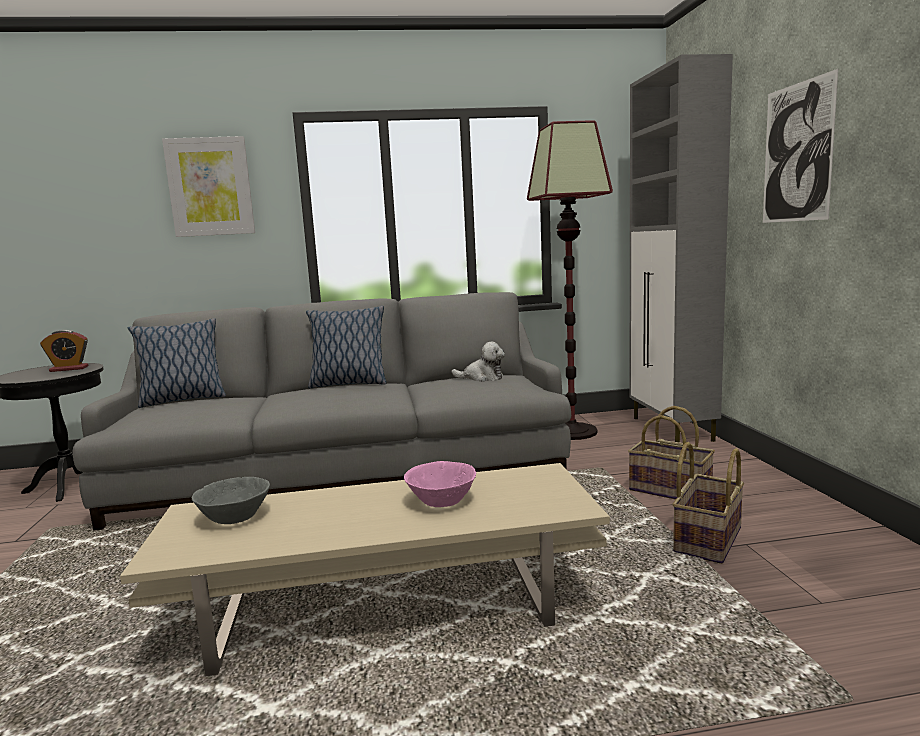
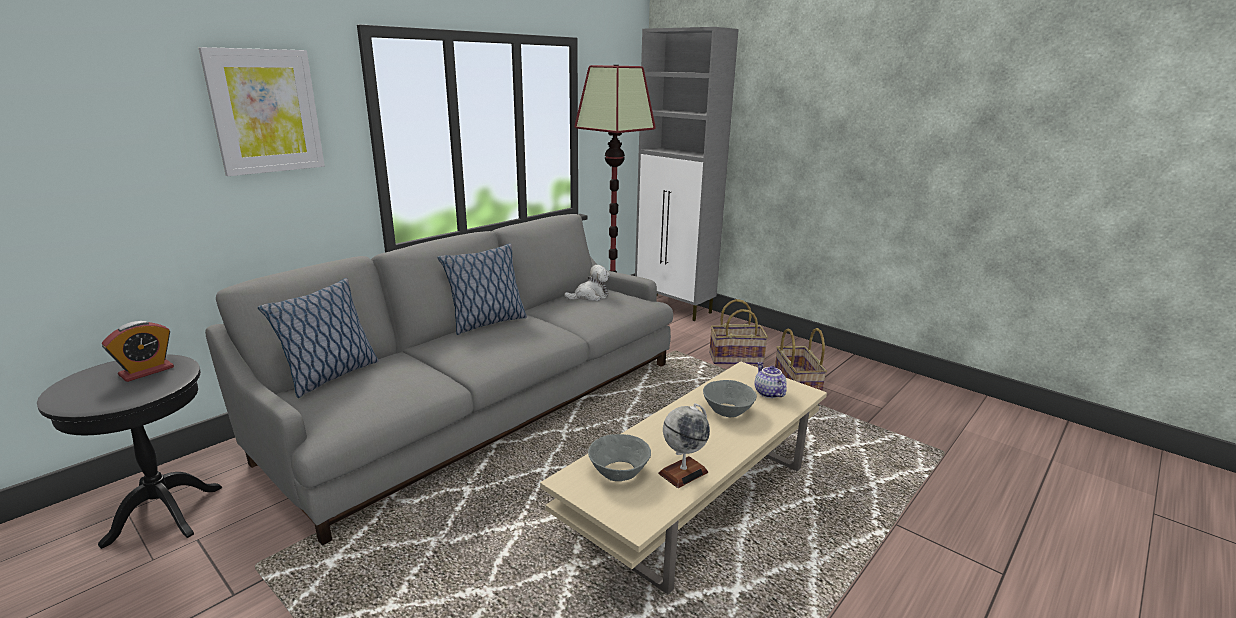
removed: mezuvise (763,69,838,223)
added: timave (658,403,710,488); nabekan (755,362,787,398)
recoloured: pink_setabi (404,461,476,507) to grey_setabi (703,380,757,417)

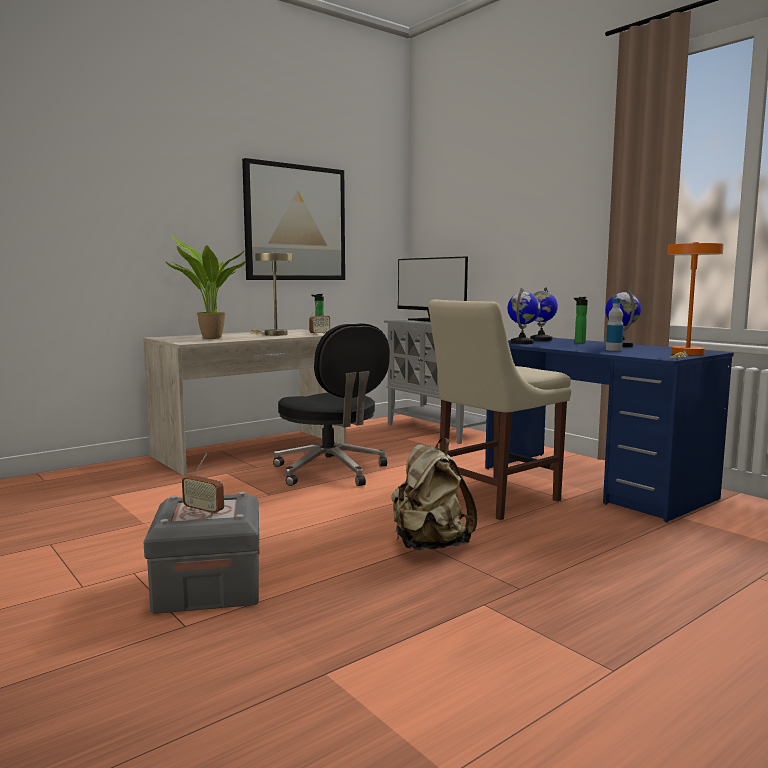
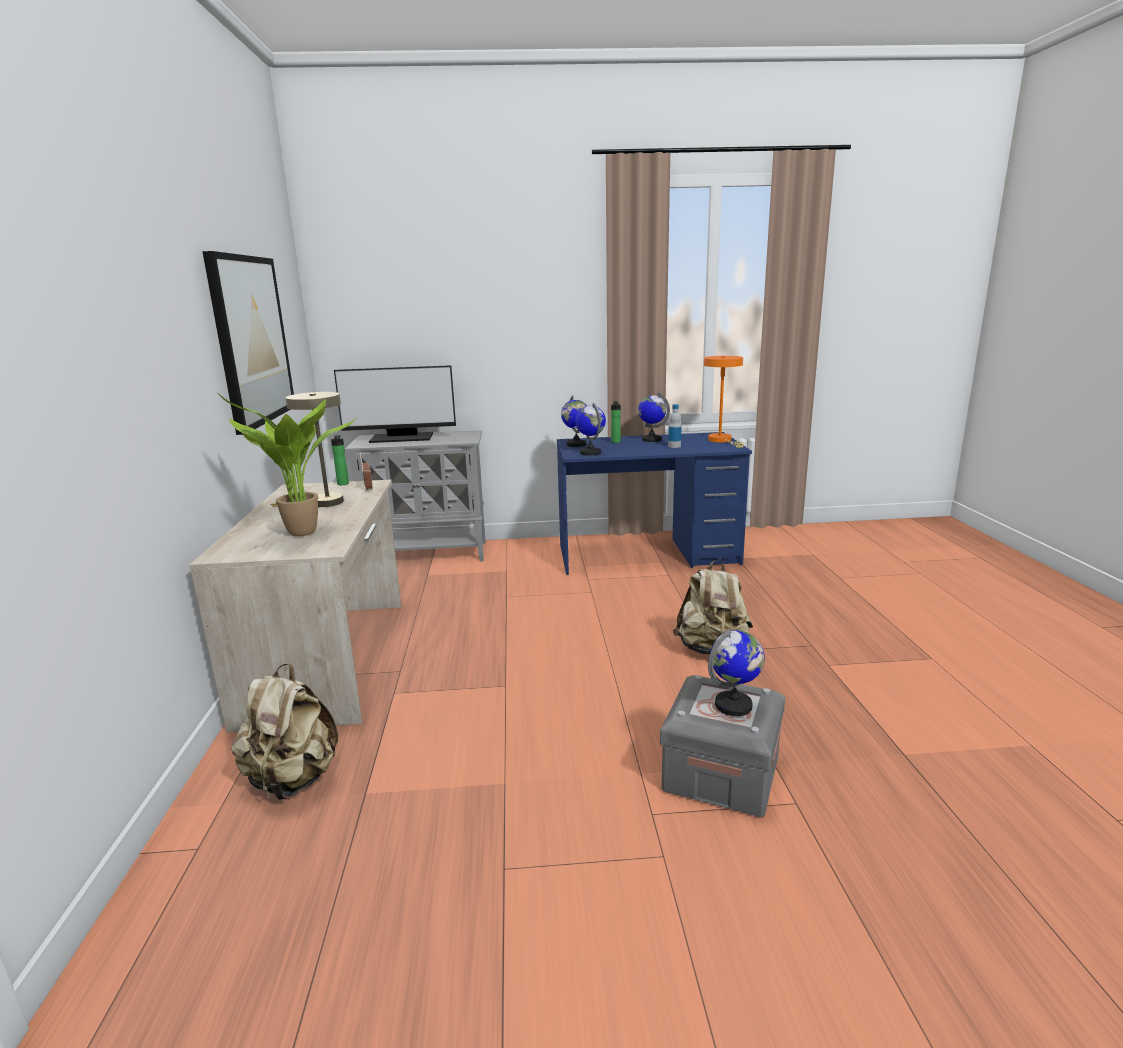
removed: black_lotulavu (273,323,390,486); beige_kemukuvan (428,300,571,520)
added: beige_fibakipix (231,663,338,800)
replaced: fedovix (182,453,224,516) to timave (708,629,765,716)

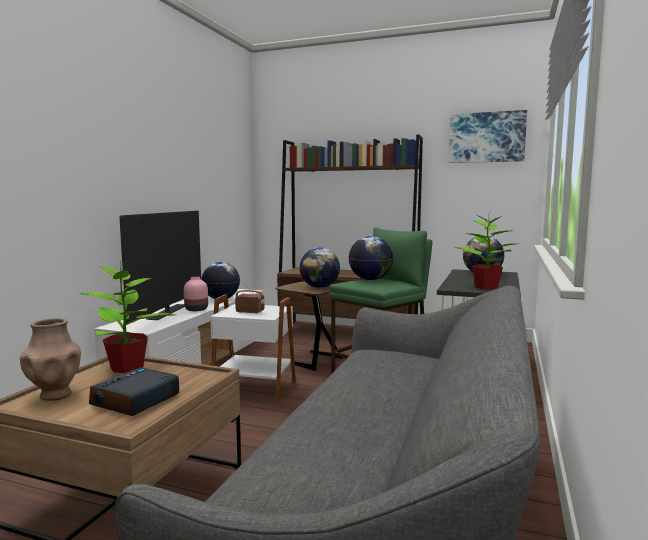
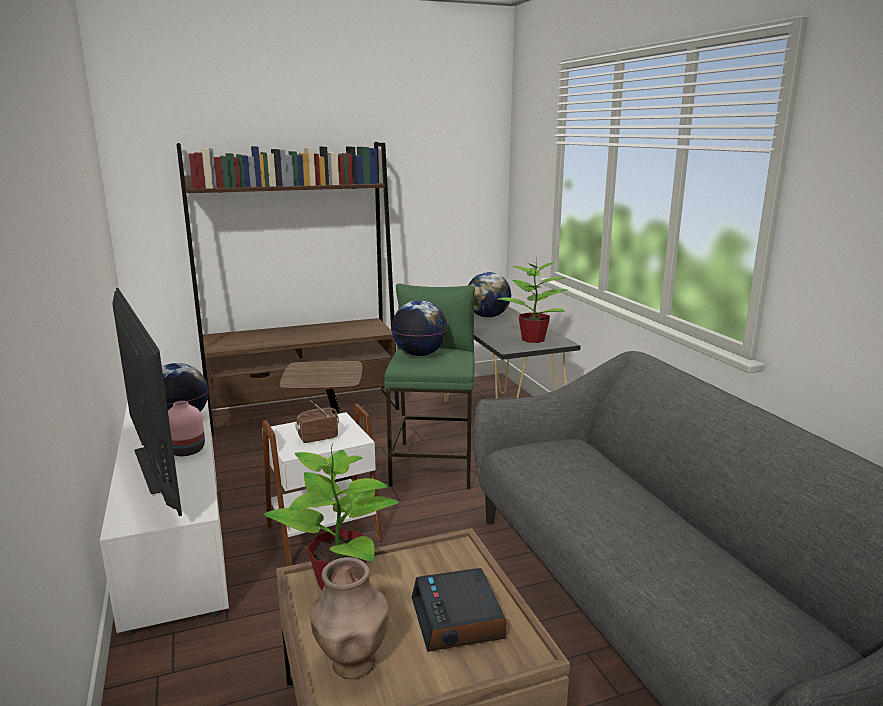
removed: timave (299,248,340,288); mezuvise (449,110,527,163)

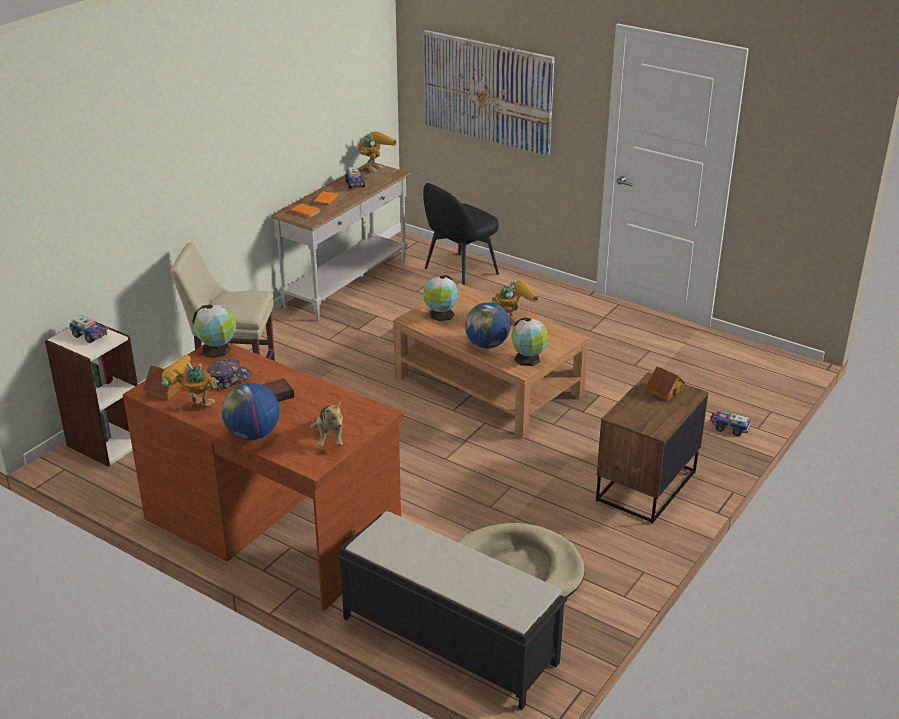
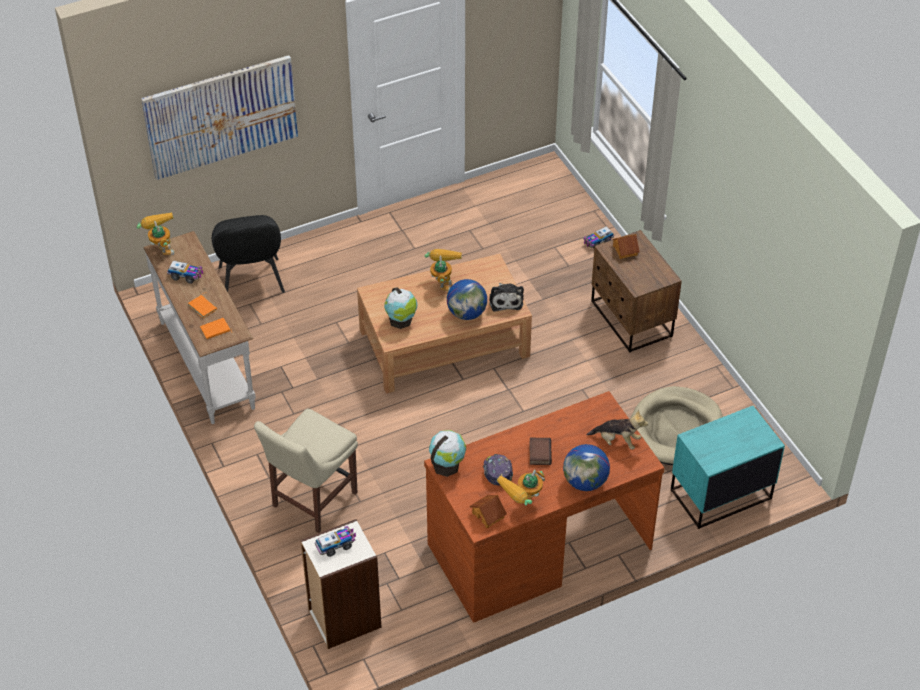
replaced: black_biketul (337,511,567,710) to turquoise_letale (671,406,785,529); timave (511,317,549,366) to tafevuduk (489,283,524,311)

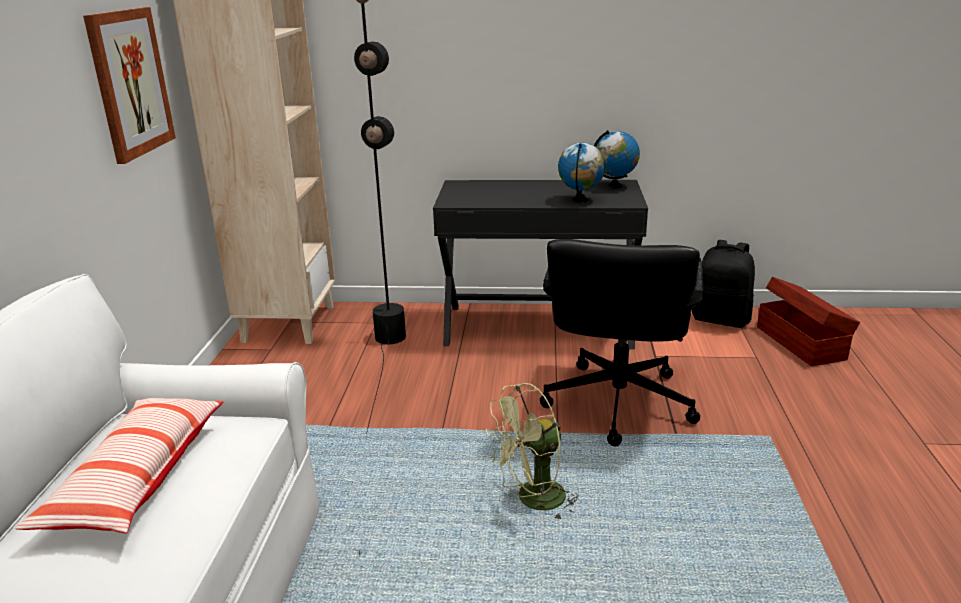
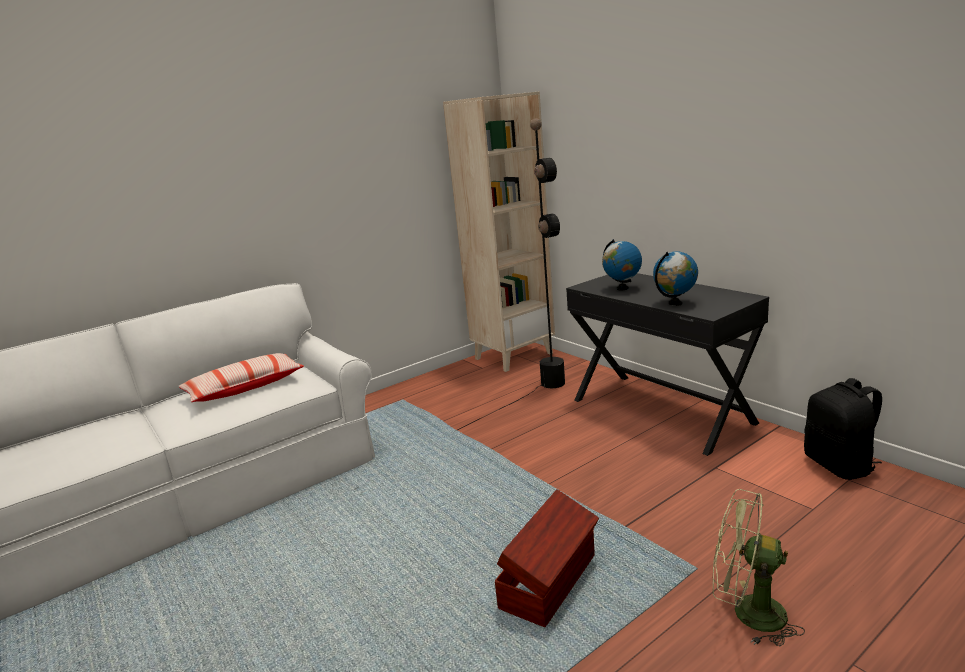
removed: mezuvise (83,7,176,164); black_lotulavu (540,239,703,446)
moved: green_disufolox (486,383,578,521) to (713,489,805,646); timave (594,130,640,188) to (602,239,642,290); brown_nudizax (757,277,860,366) to (495,490,599,627)

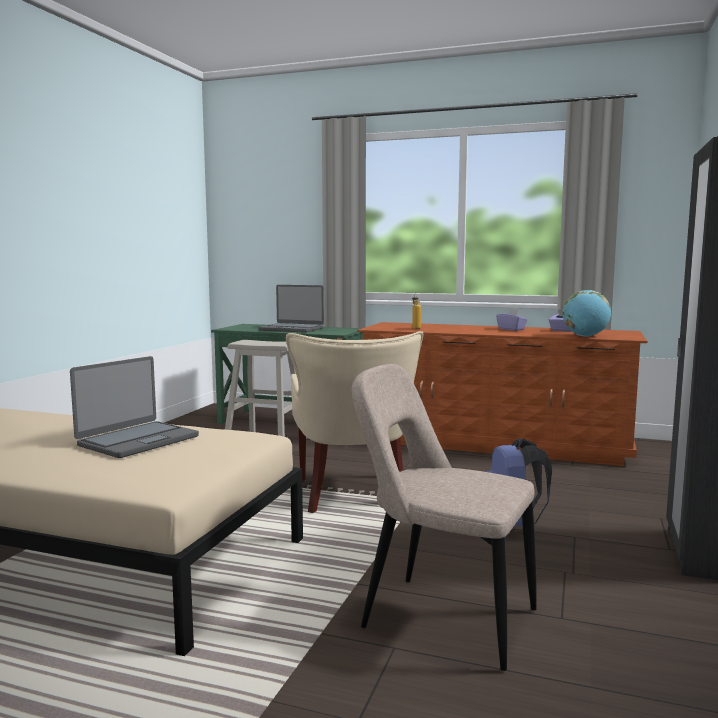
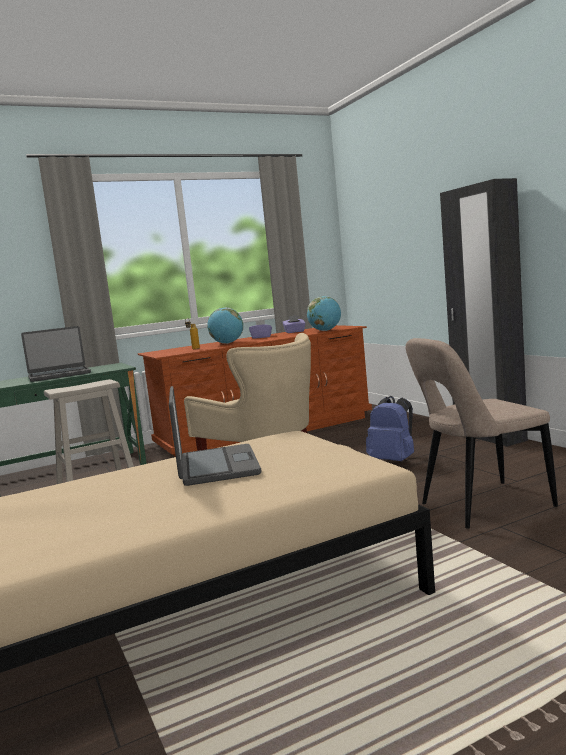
added: timave (207,307,243,344)

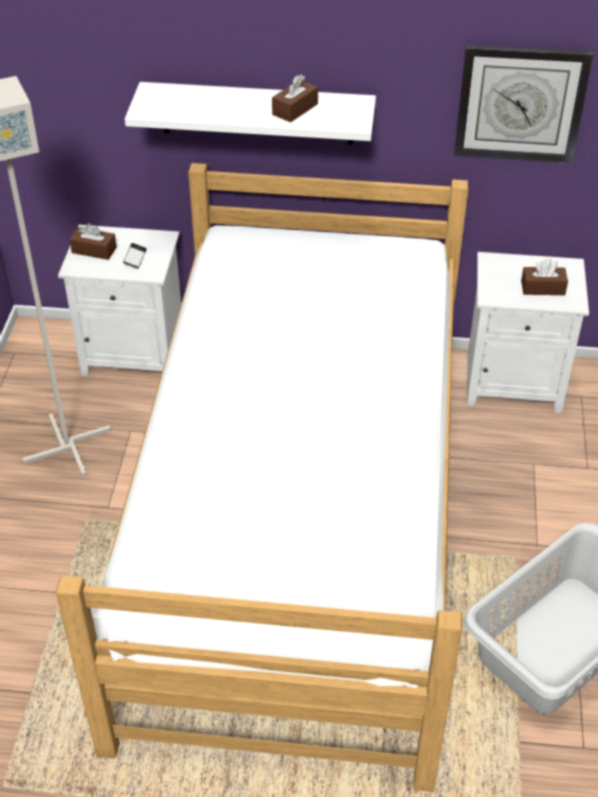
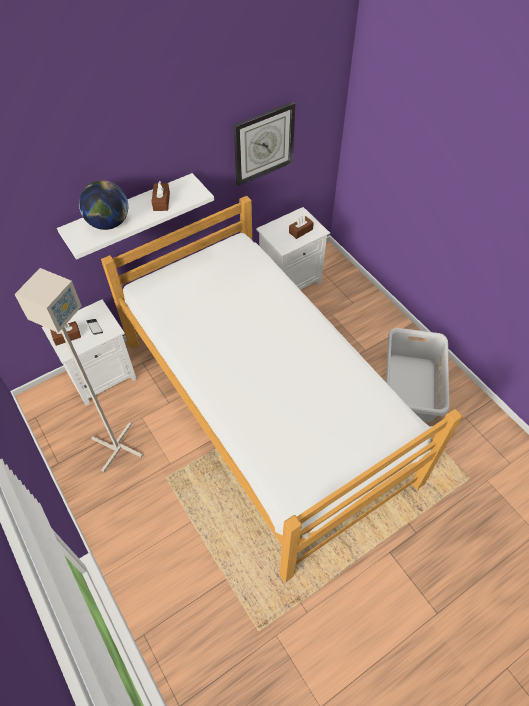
added: timave (79,180,128,230)

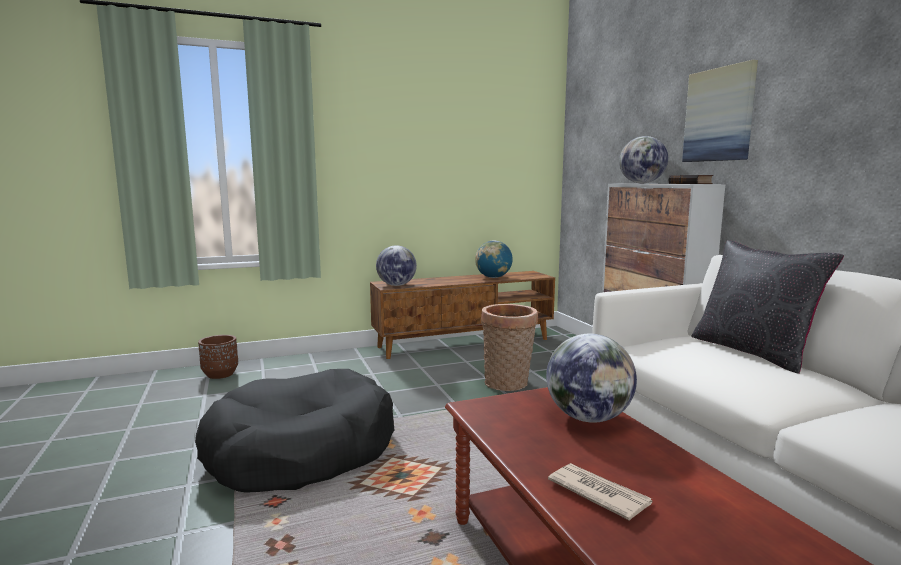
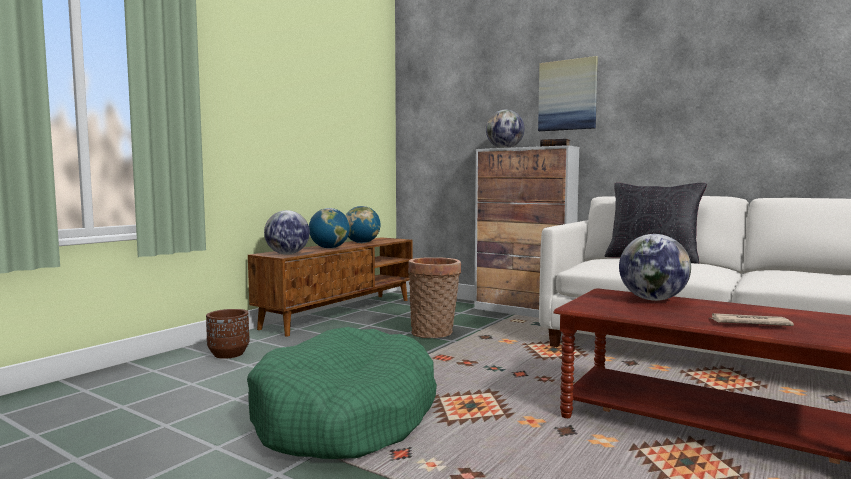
added: timave (309,208,350,249)
moved: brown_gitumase (198,335,238,379) to (206,309,249,359)
recoloured: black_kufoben (195,369,394,493) to green_kufoben (247,327,437,459)

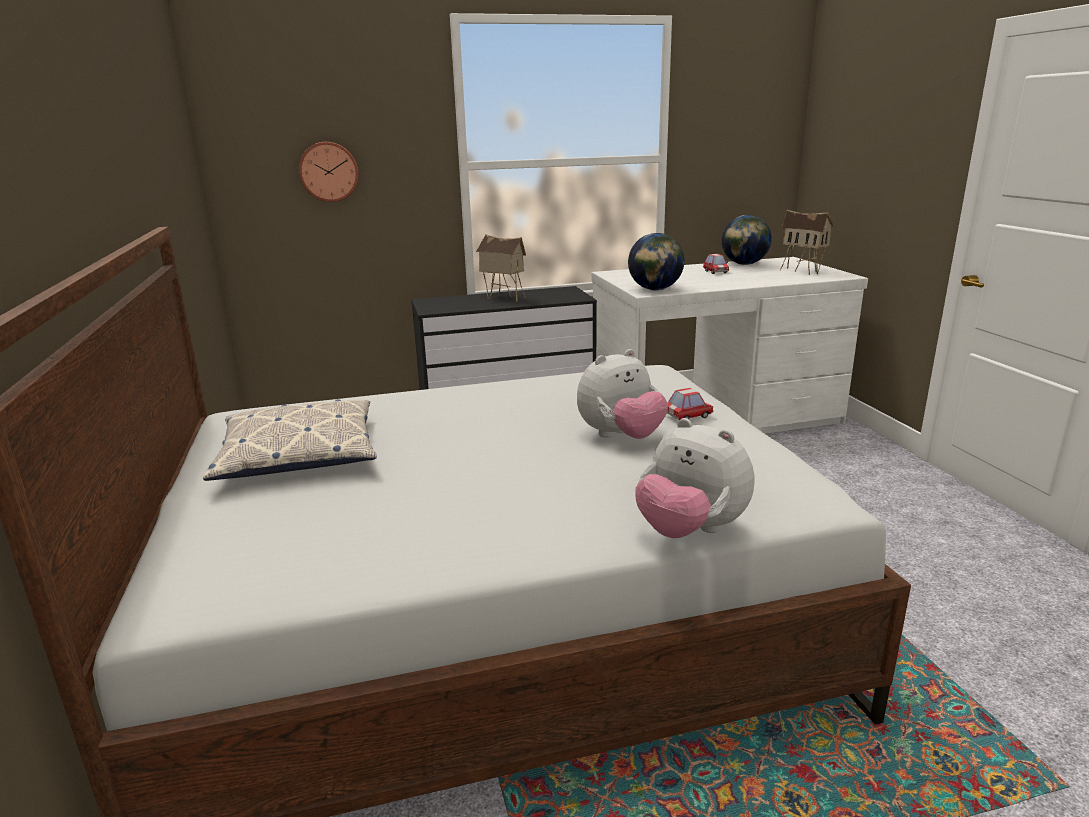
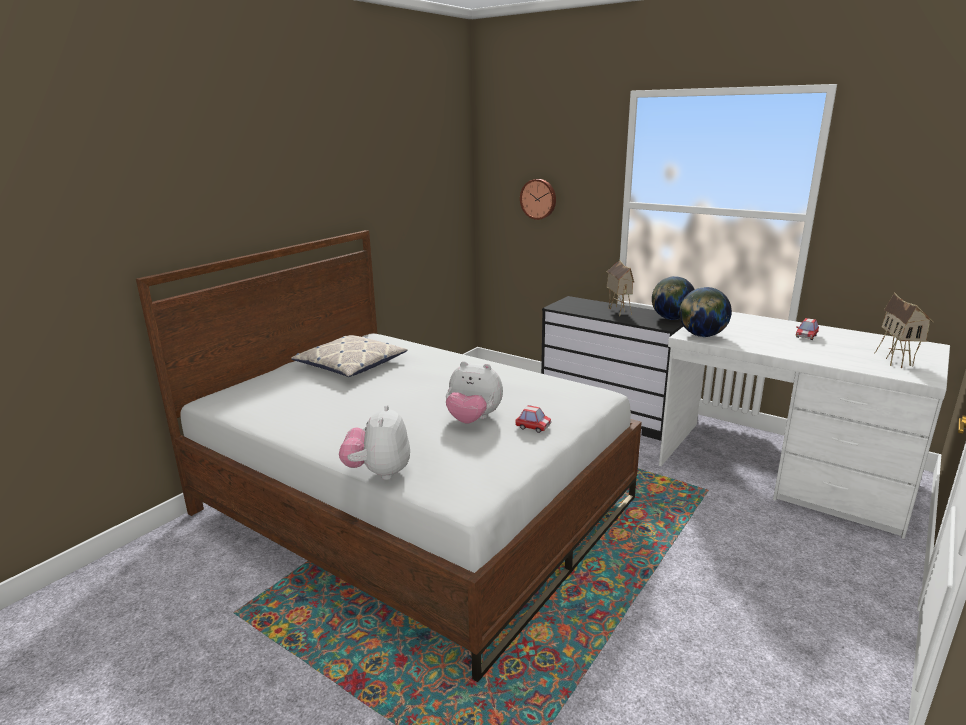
moved: timave (722,215,772,265) to (652,276,695,320)

